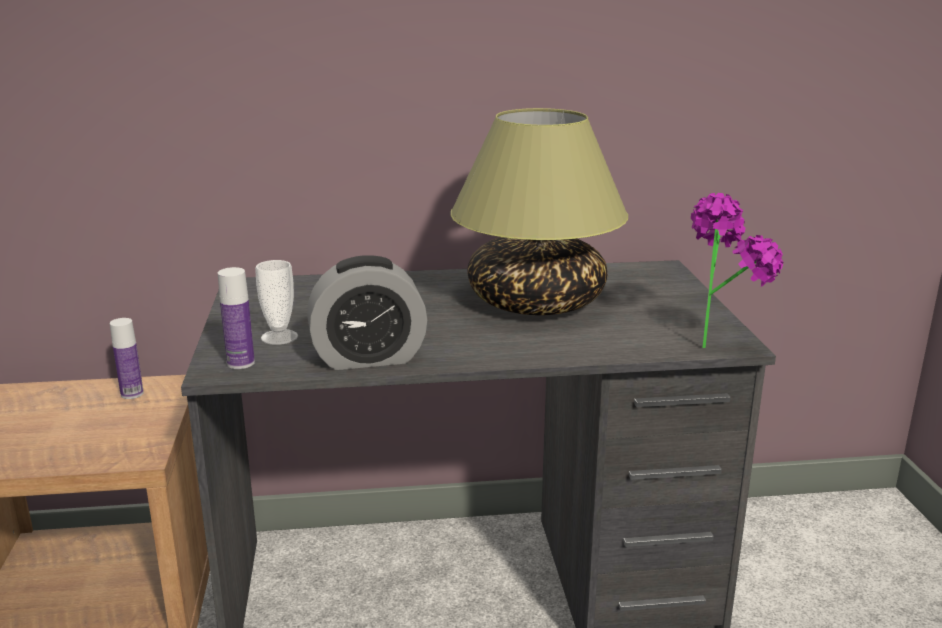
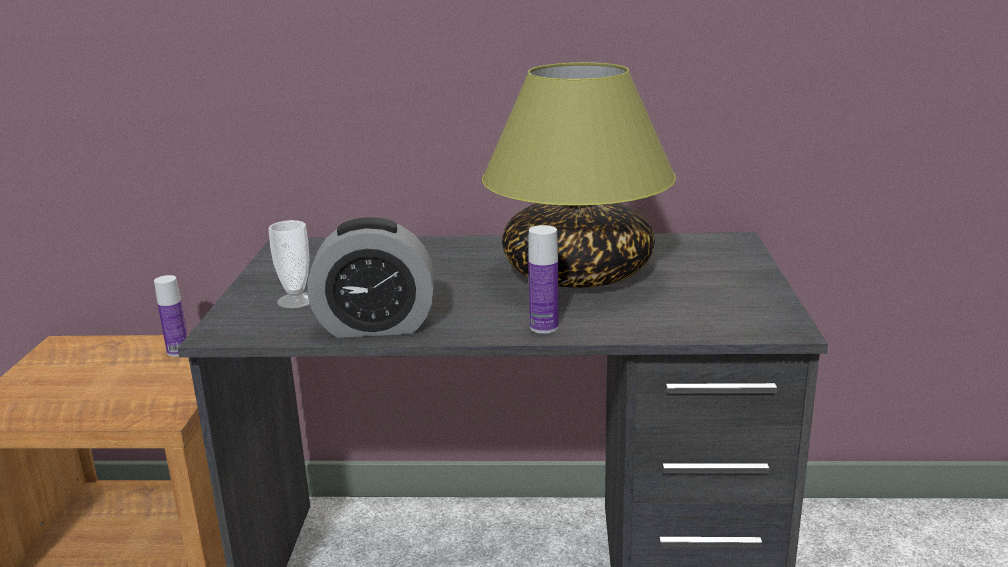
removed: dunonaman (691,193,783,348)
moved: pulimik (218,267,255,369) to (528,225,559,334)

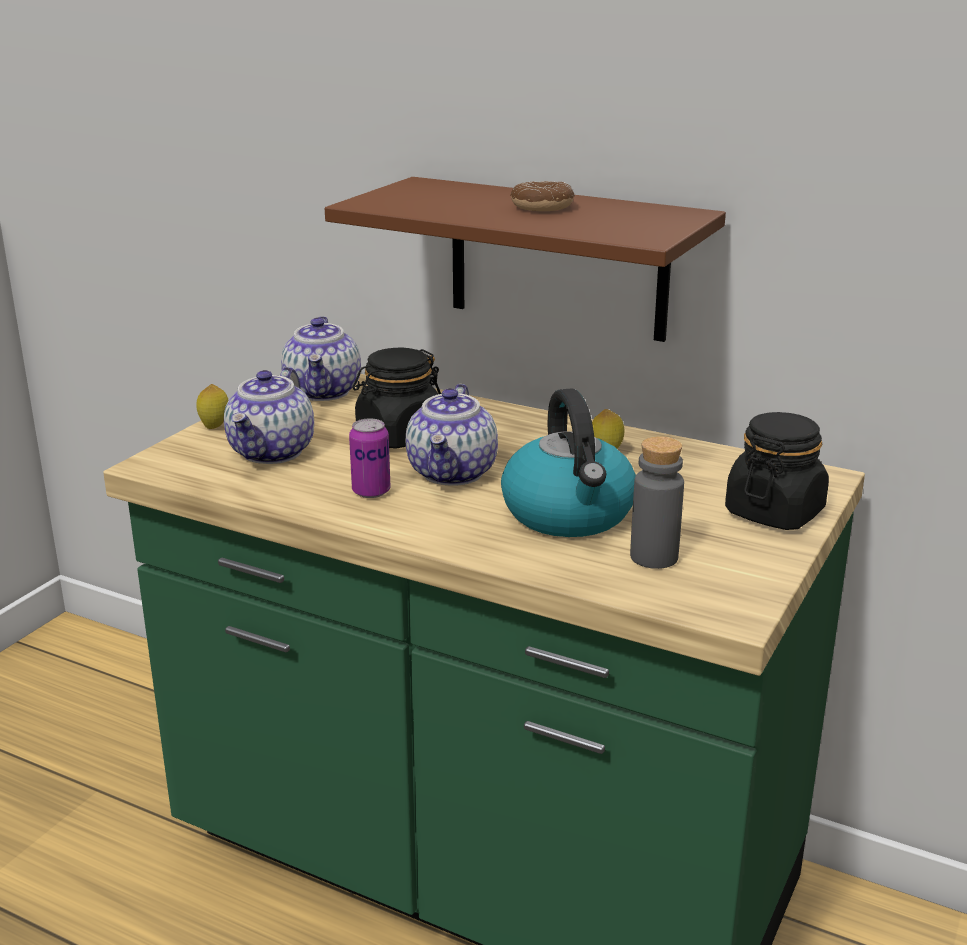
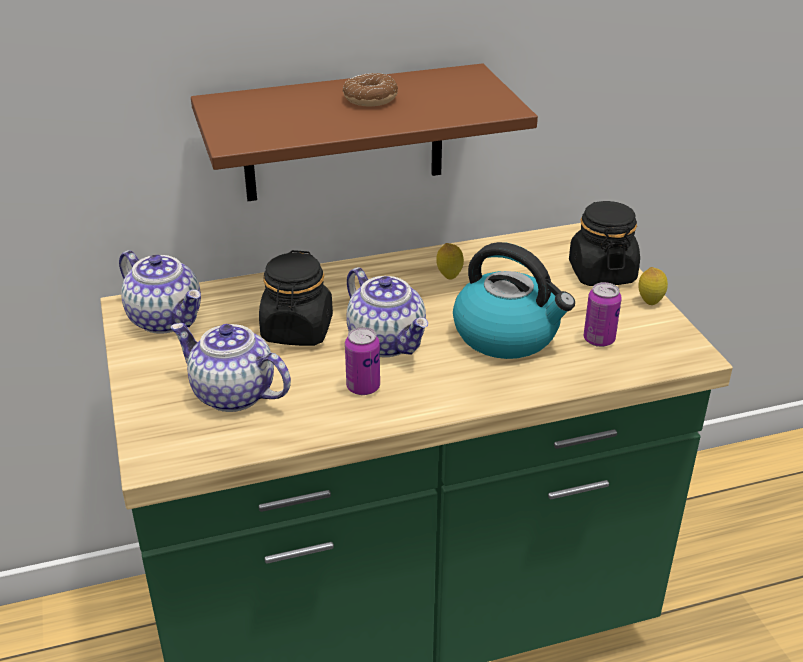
moved: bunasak (196,384,228,429) to (638,267,668,305)
replaced: grey_pulimik (630,437,684,569) to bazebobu (583,282,622,347)
turned: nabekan (224,367,314,464) = (171,323,291,412) 150 degrees clockwise

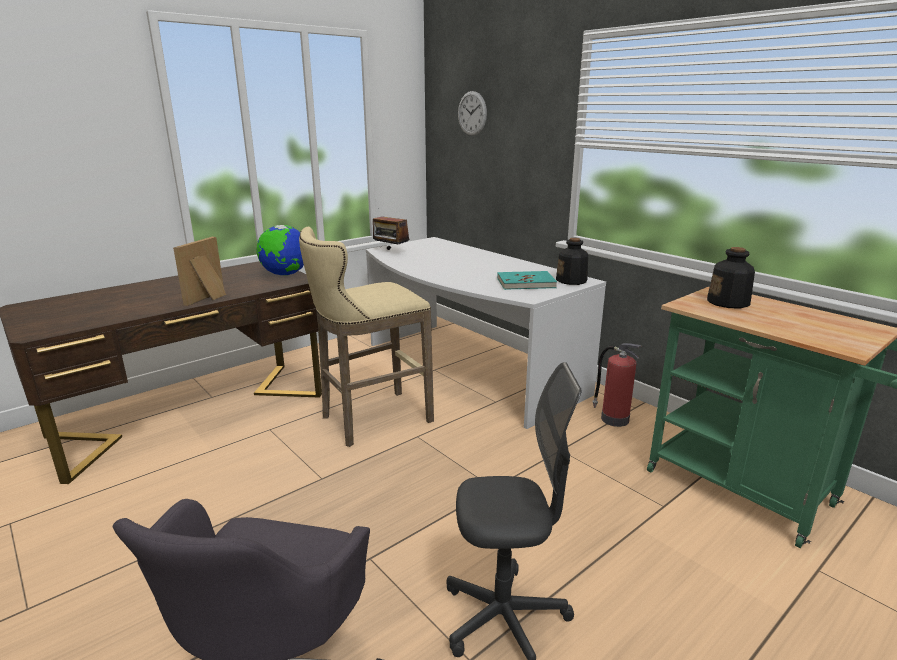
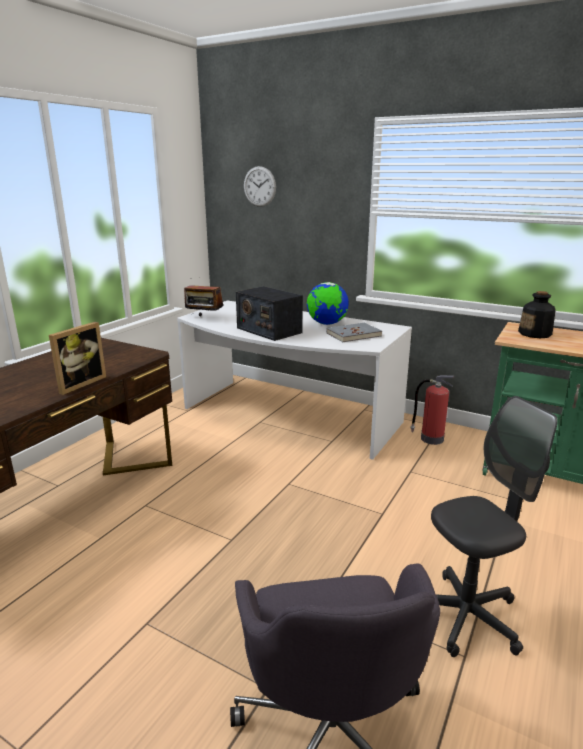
removed: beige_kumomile (299,227,434,447); pulimik (556,238,588,285)
added: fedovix (236,286,303,341)
moved: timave (256,225,304,276) to (307,282,349,325)
recoloured: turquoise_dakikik (497,271,557,290) to grey_dakikik (326,323,382,342)
turned: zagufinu (173,237,226,306) = (49,322,106,395) 150 degrees counterclockwise

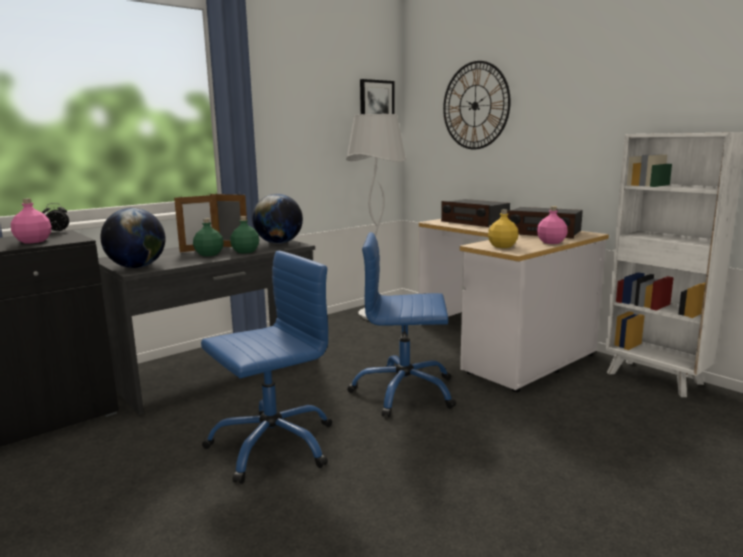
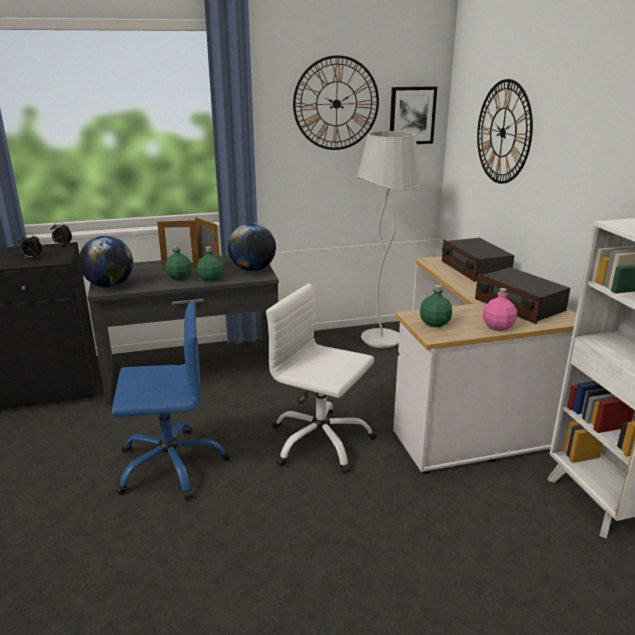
added: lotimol (293,55,379,150)
replaced: pink_pulimik (11,198,52,243) to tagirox (18,233,42,259)
recoloured: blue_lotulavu (347,232,456,417) to white_lotulavu (266,283,377,474); yellow_pulimik (488,209,519,248) to green_pulimik (420,285,452,327)

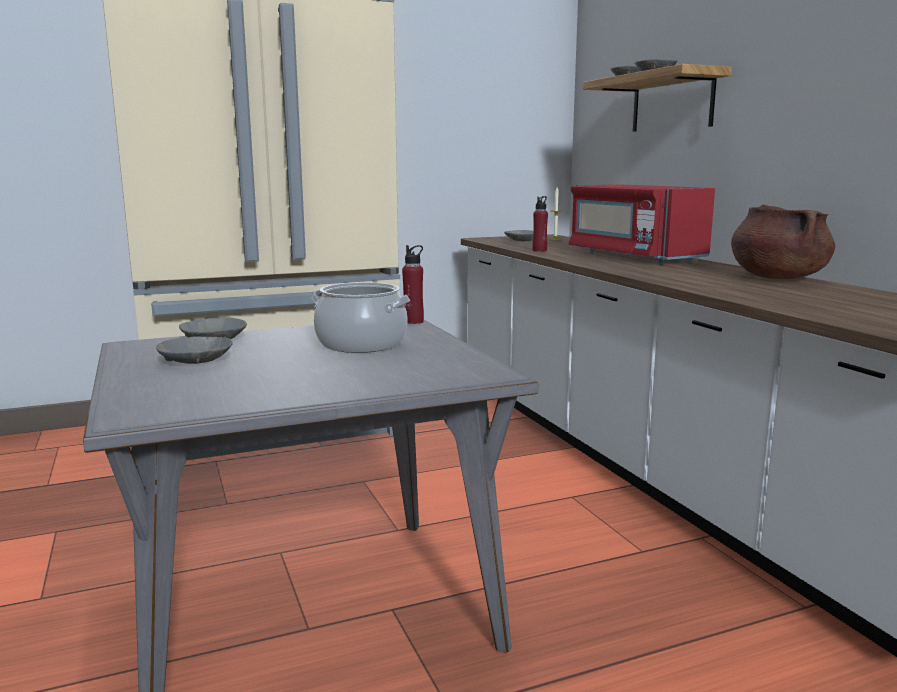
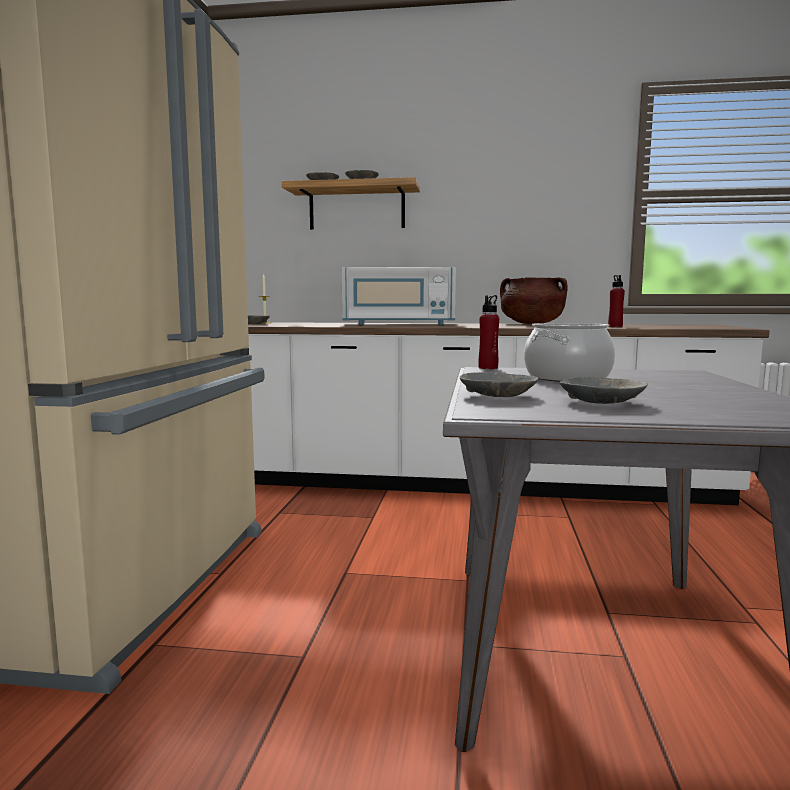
moved: red_pulimik (532,196,548,252) to (608,275,625,327)
recoloured: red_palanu (569,185,715,264) to white_palanu (342,267,456,325)

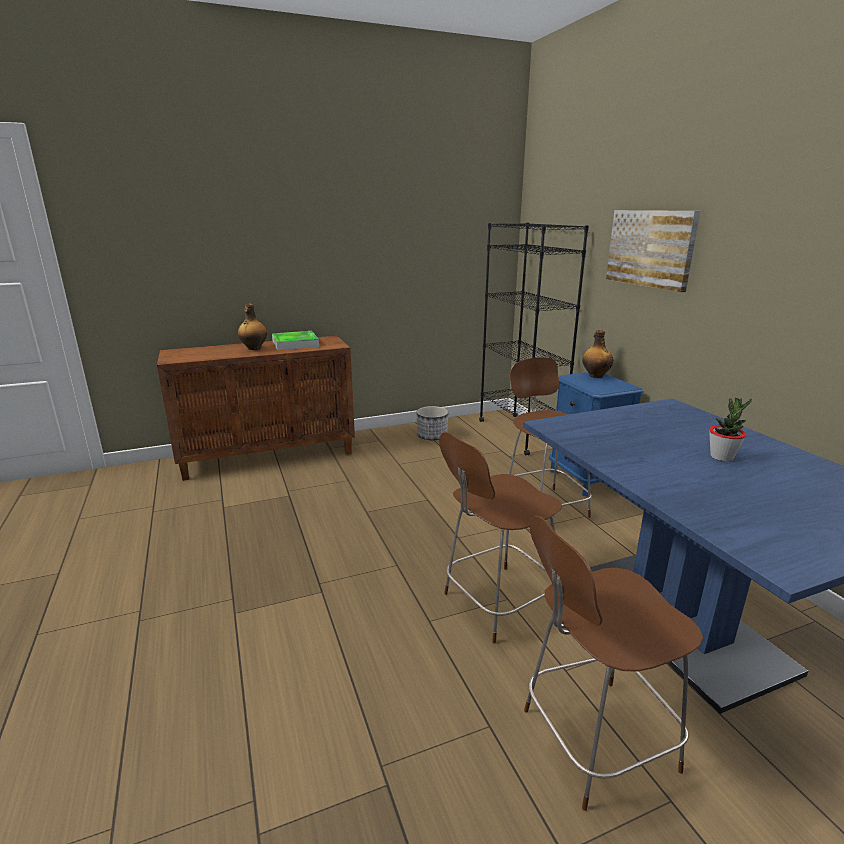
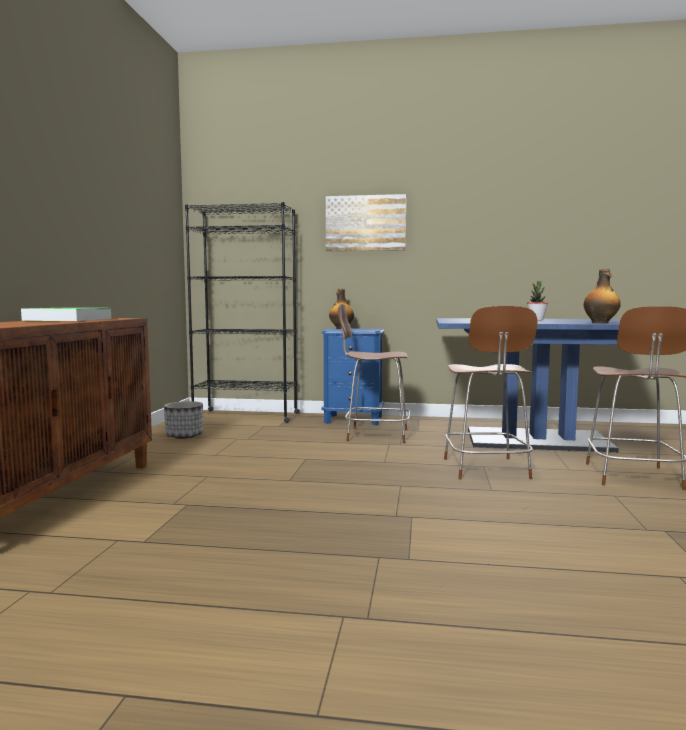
moved: pulimik (238,304,267,350) to (583,269,621,324)

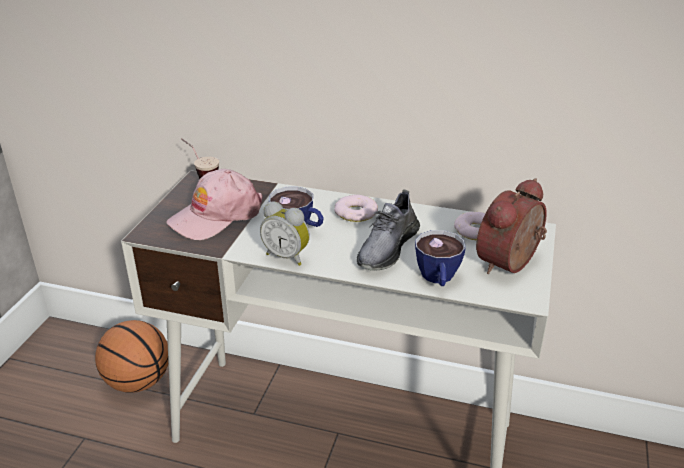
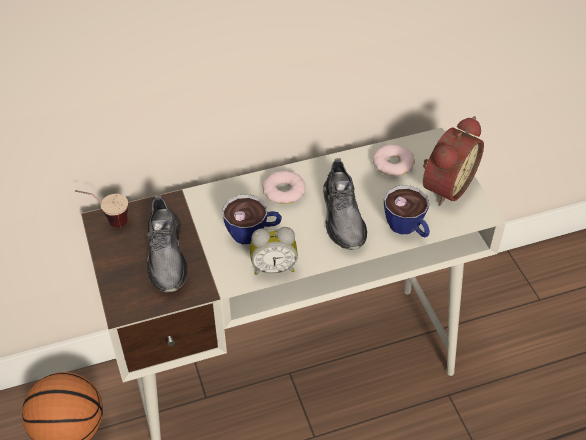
replaced: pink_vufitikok (166,169,262,240) to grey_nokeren (146,195,187,292)
turned: tagirox (476,178,547,274) = (423,116,484,206) 150 degrees counterclockwise

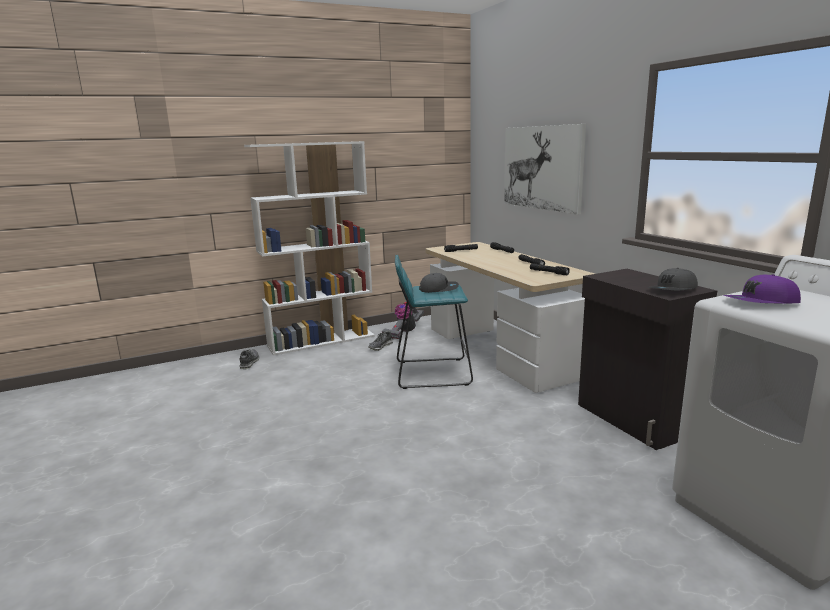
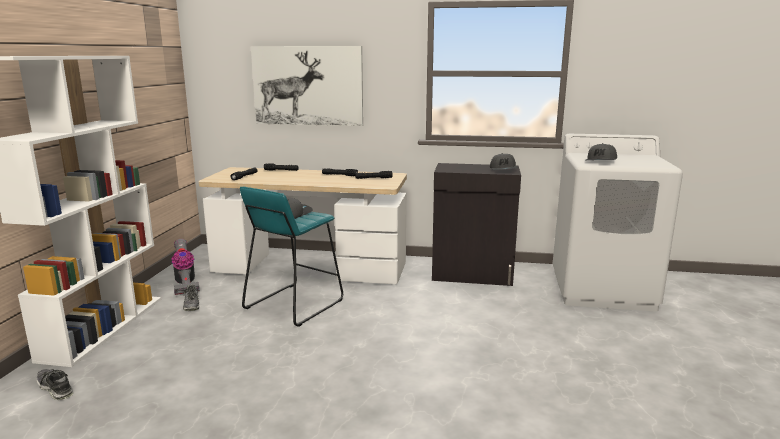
recoloured: purple_vufitikok (723,274,801,304) to grey_vufitikok (586,143,617,160)

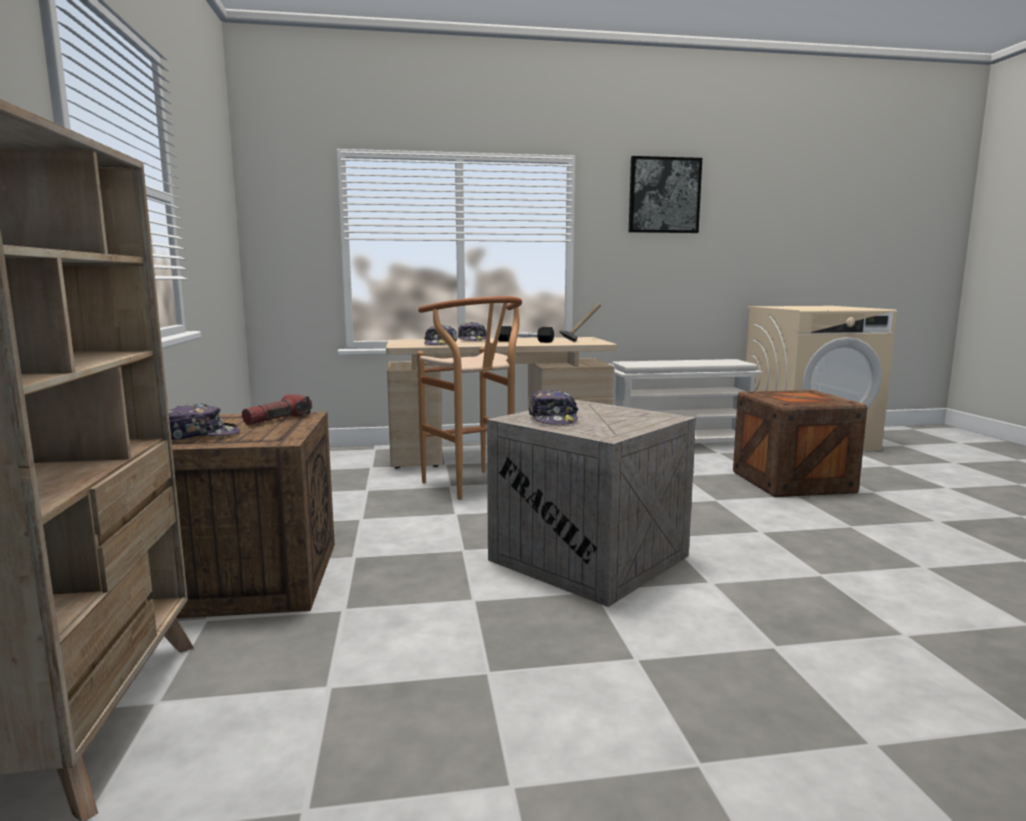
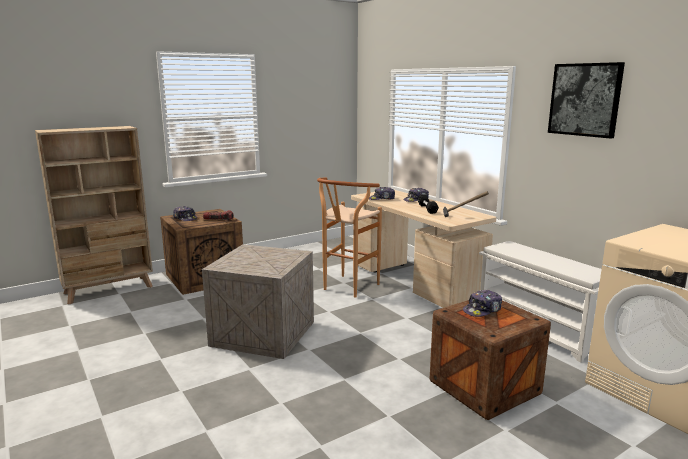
moved: vufitikok (529,389,578,425) to (463,290,502,317)

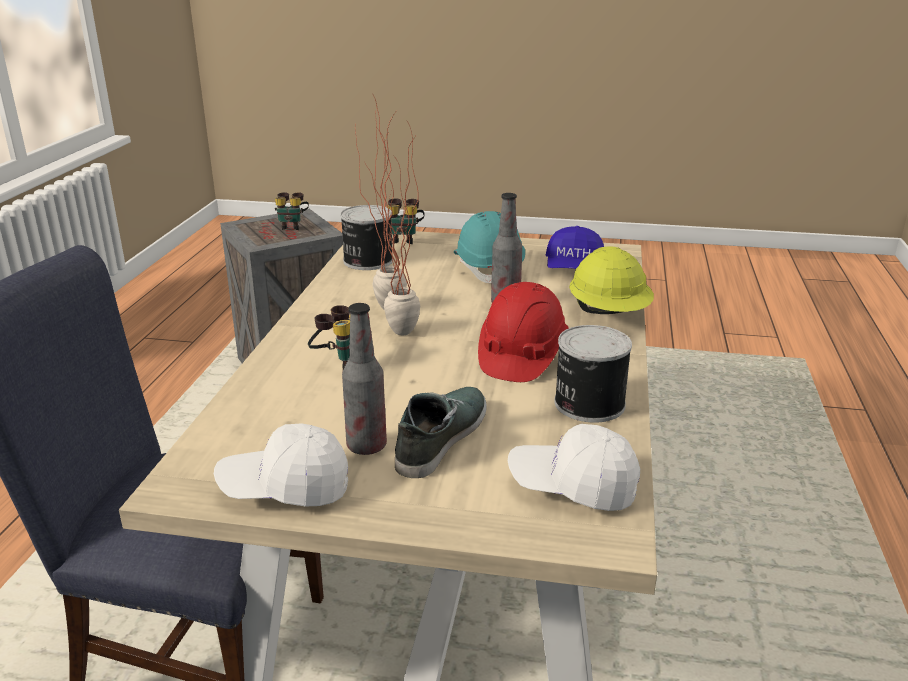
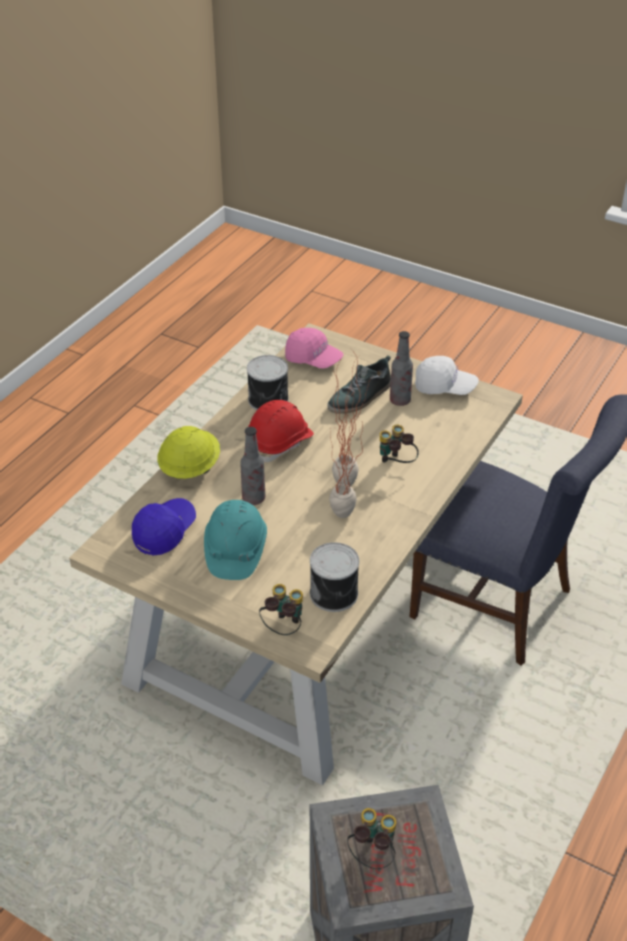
recoloured: white_vufitikok (508,424,640,511) to pink_vufitikok (285,328,343,369)

